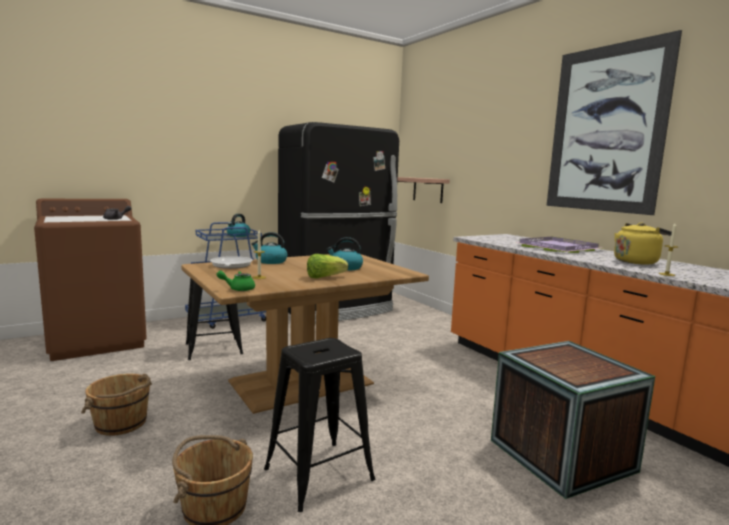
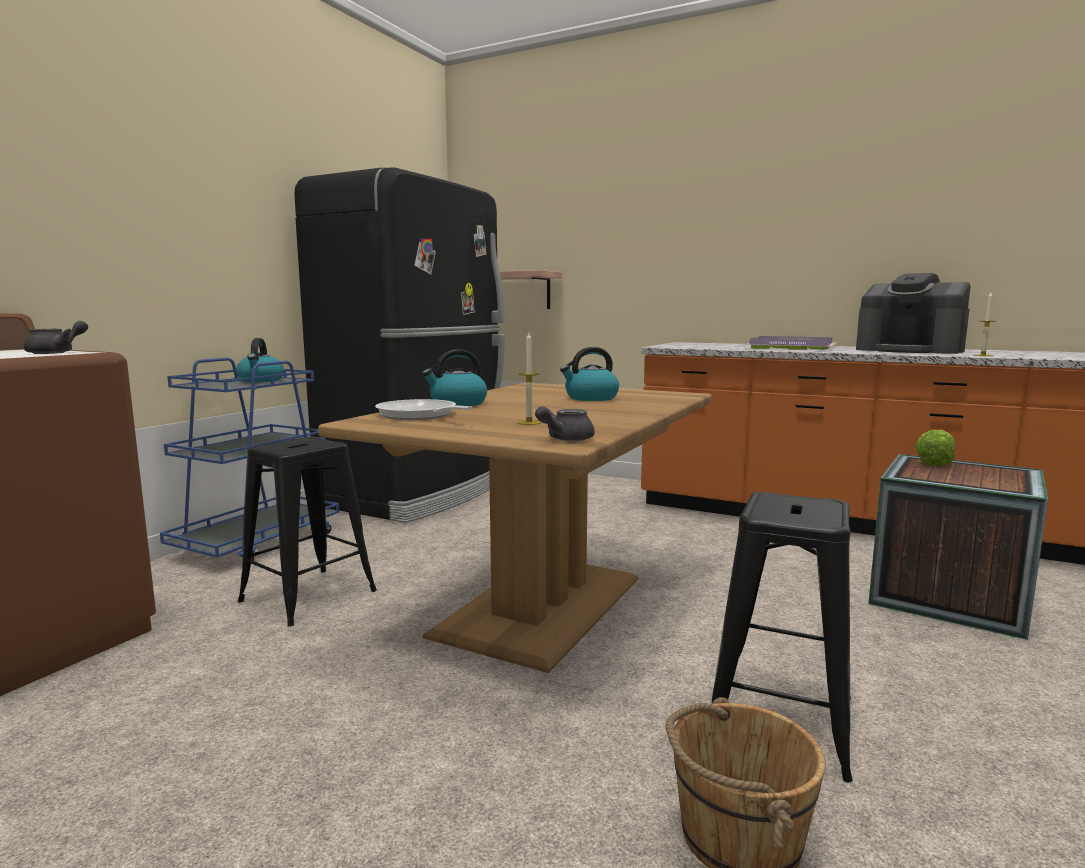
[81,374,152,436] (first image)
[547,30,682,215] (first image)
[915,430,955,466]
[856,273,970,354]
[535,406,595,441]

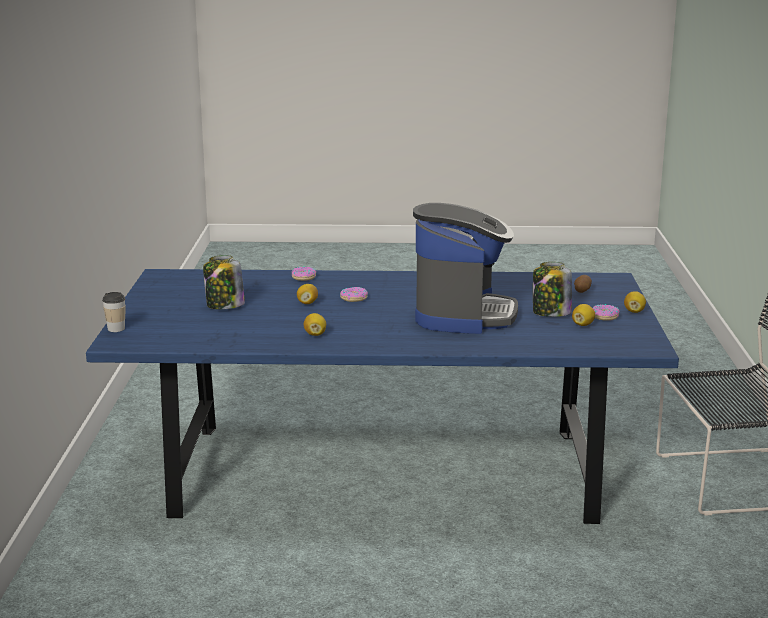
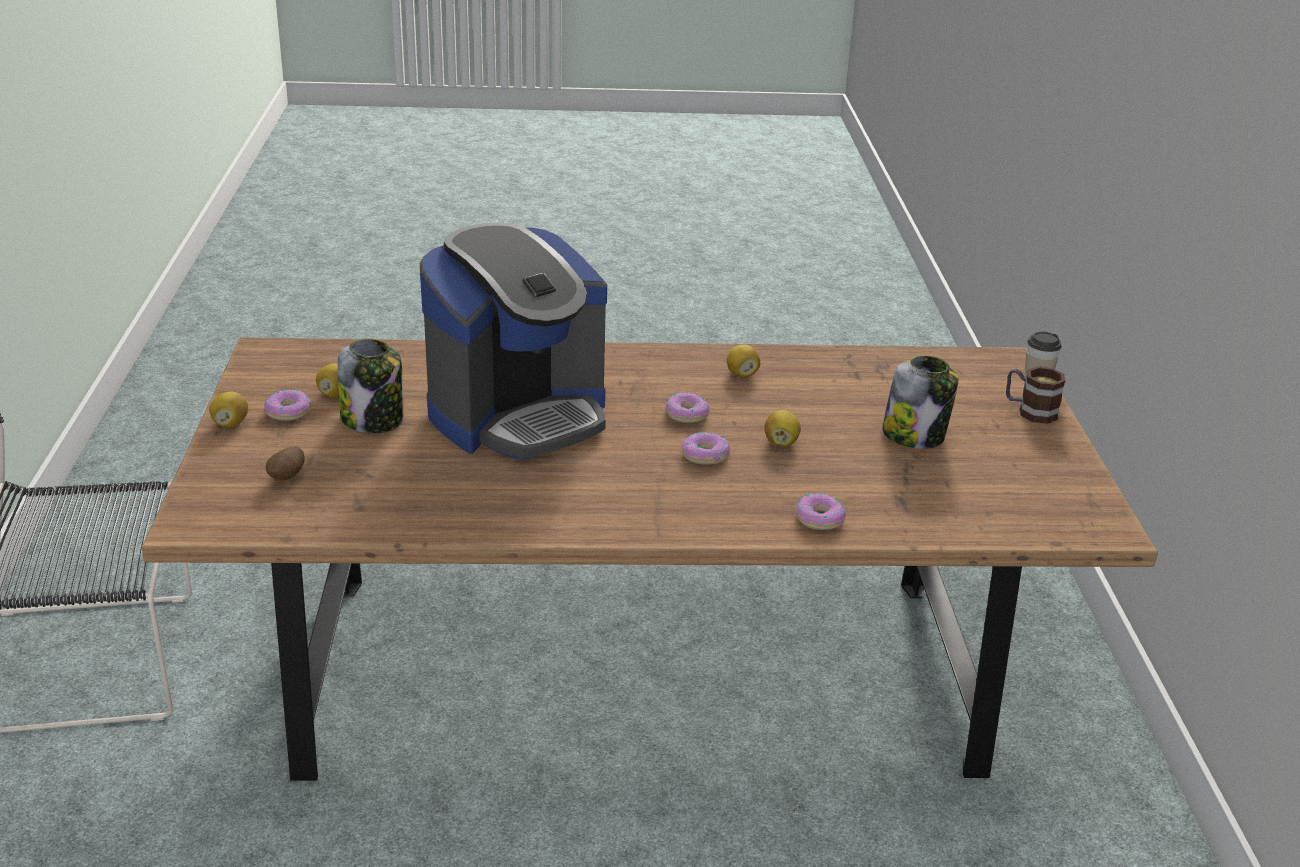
[665,392,710,423]
[1006,366,1066,424]
[142,337,1158,780]
[420,223,607,460]

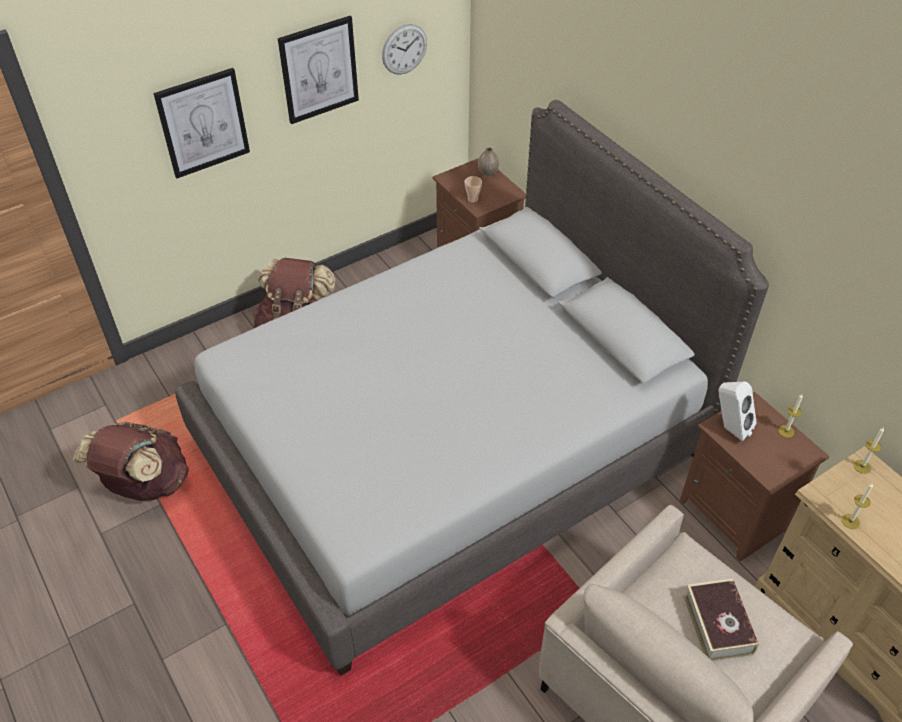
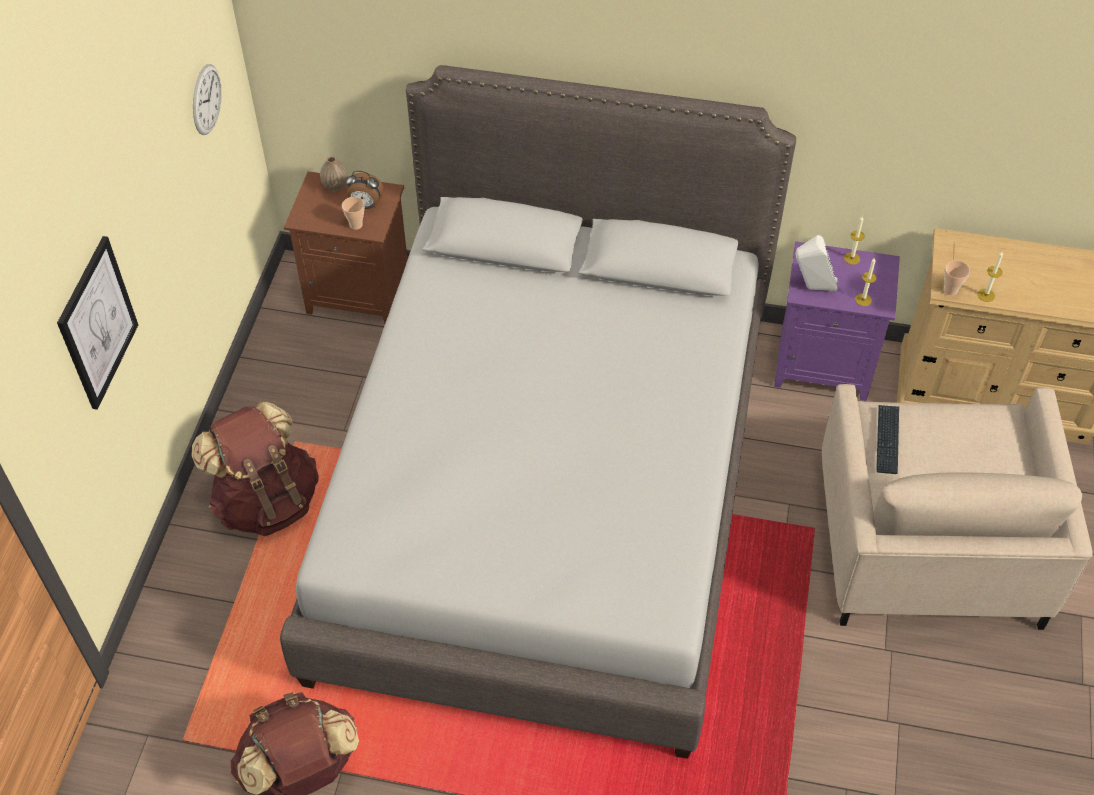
[278,16,359,124] (first image)
[683,578,759,661] (first image)
[345,171,384,209]
[876,405,899,474]
[944,260,970,295]
[855,257,877,306]
[774,241,900,401]

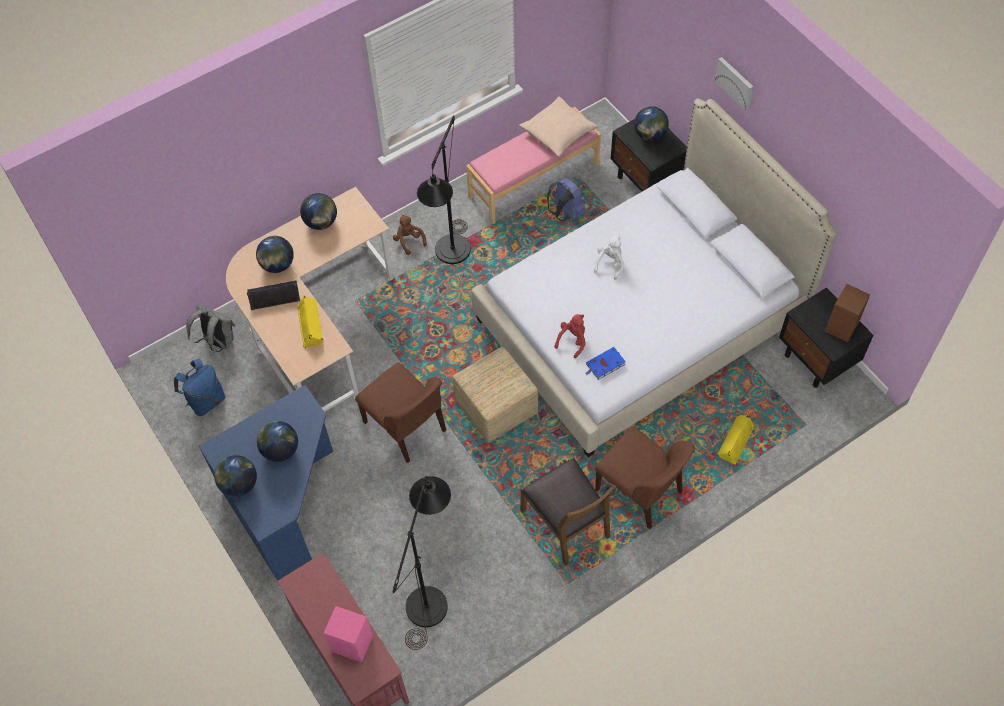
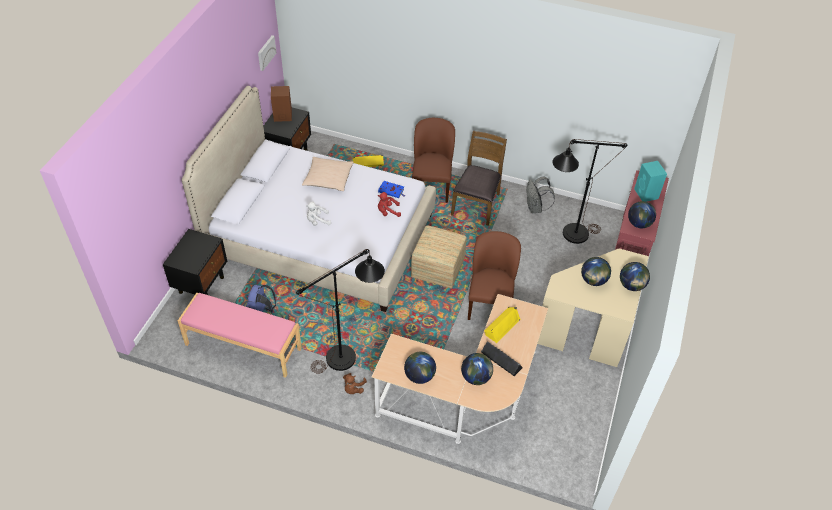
[174,359,225,416] (first image)
[526,177,555,213]
[302,157,354,191]
[628,201,656,228]
[258,35,276,71]
[537,249,649,367]
[634,161,667,202]

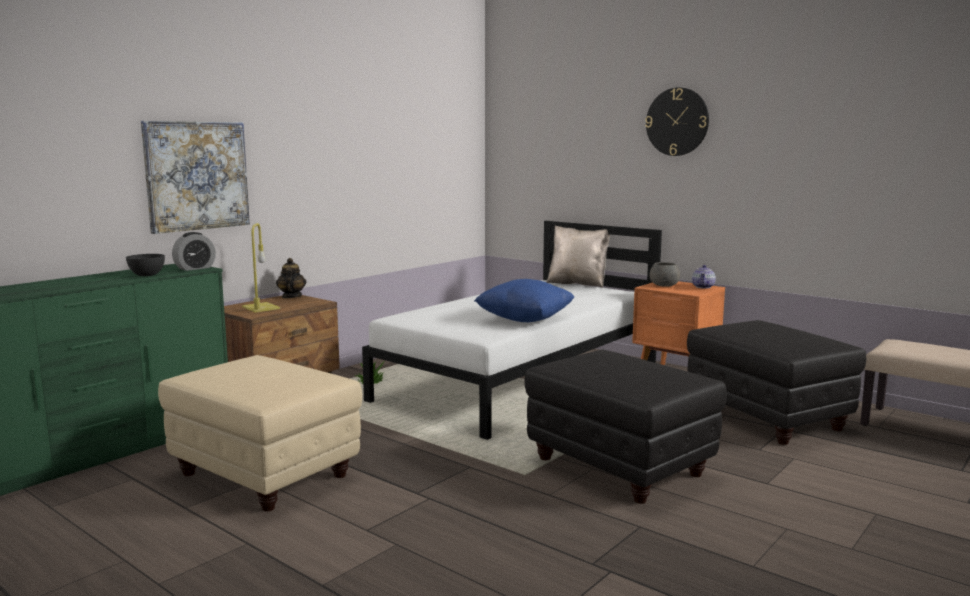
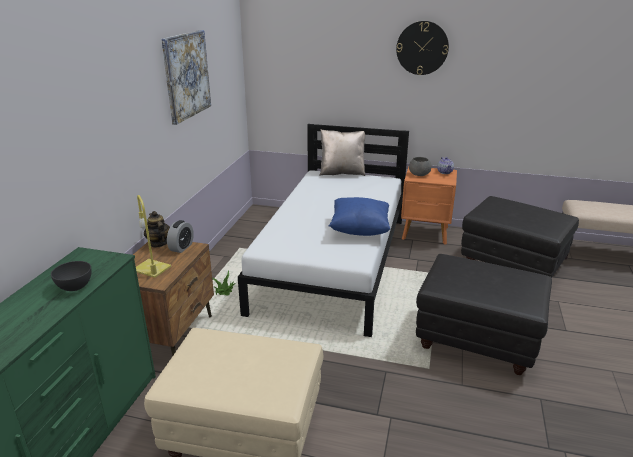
[161,30,211,125]
[167,220,194,253]

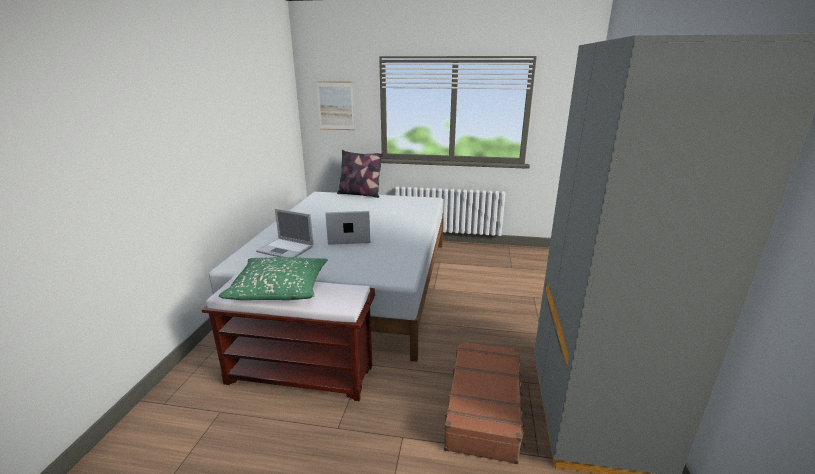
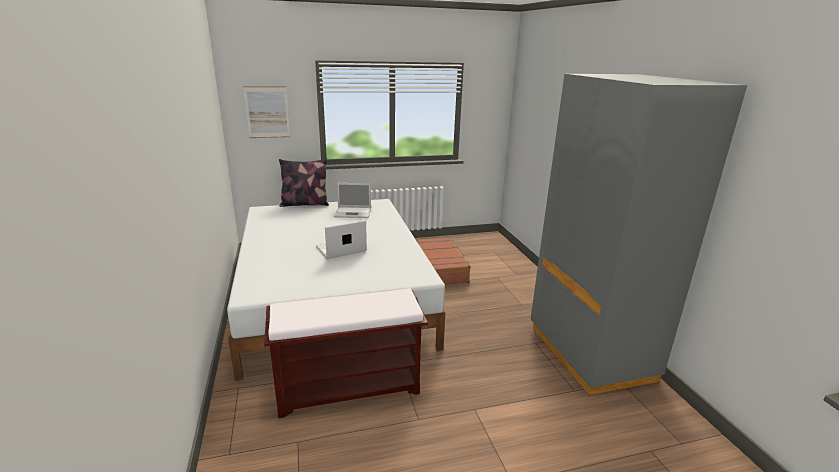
[219,257,328,300] (first image)
[334,183,371,218]
[416,237,471,285]

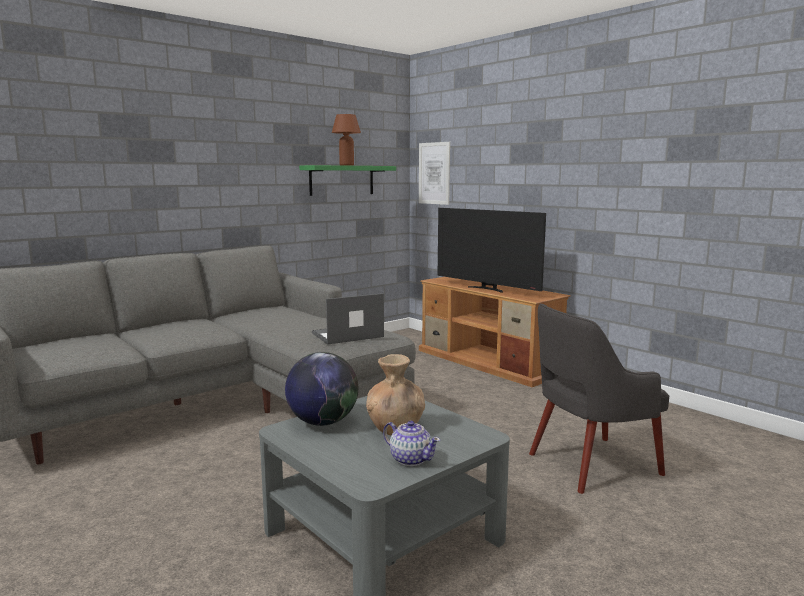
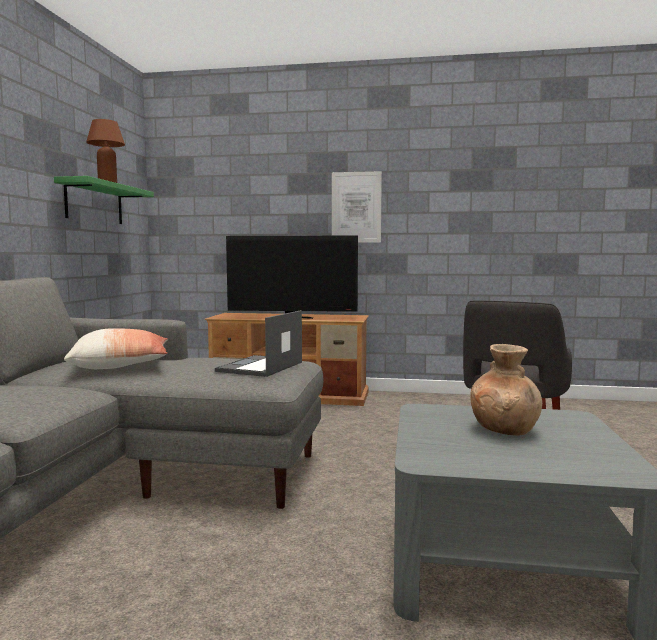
[285,352,358,426] (first image)
[383,421,440,466] (first image)
[64,328,168,369]
[332,171,382,243]

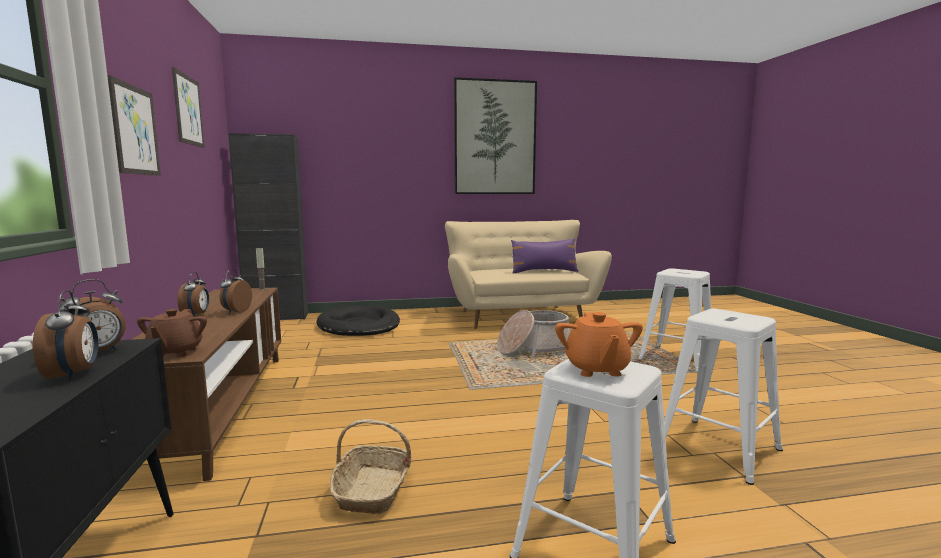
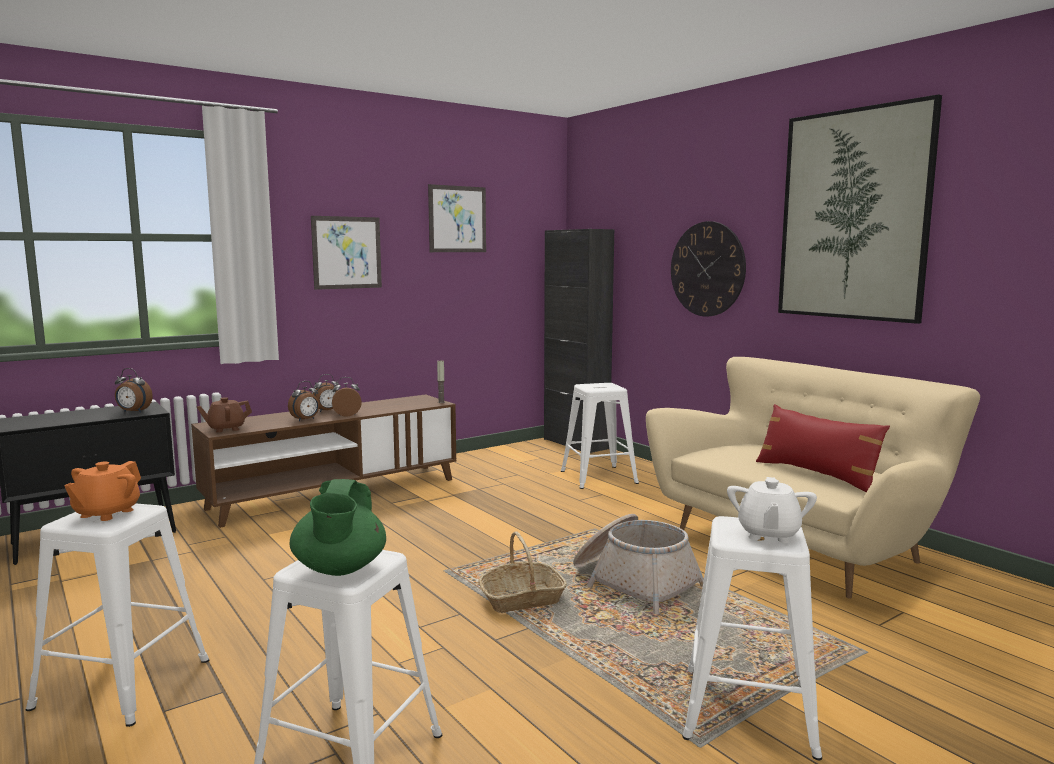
[290,479,386,576]
[671,221,746,317]
[727,477,817,543]
[288,381,319,421]
[478,531,567,613]
[561,383,639,489]
[756,404,890,492]
[64,461,141,521]

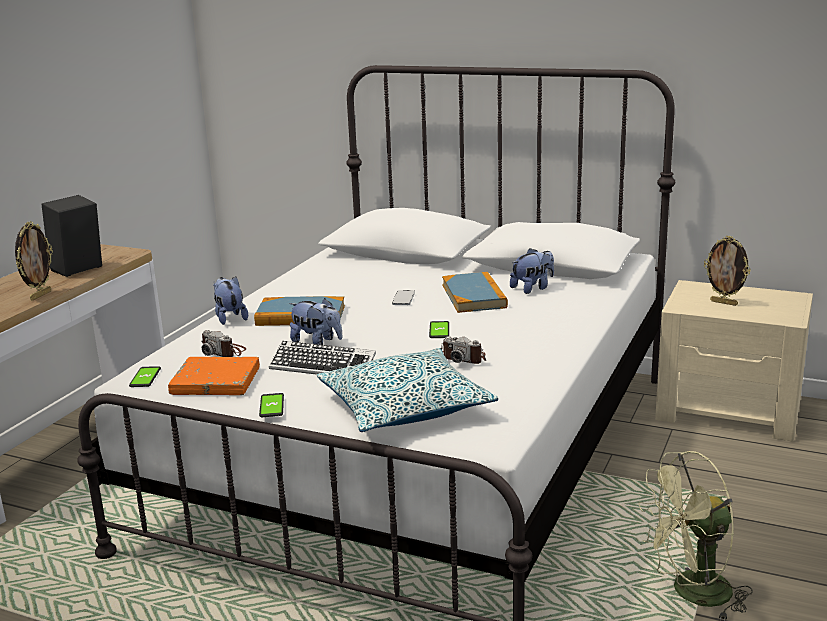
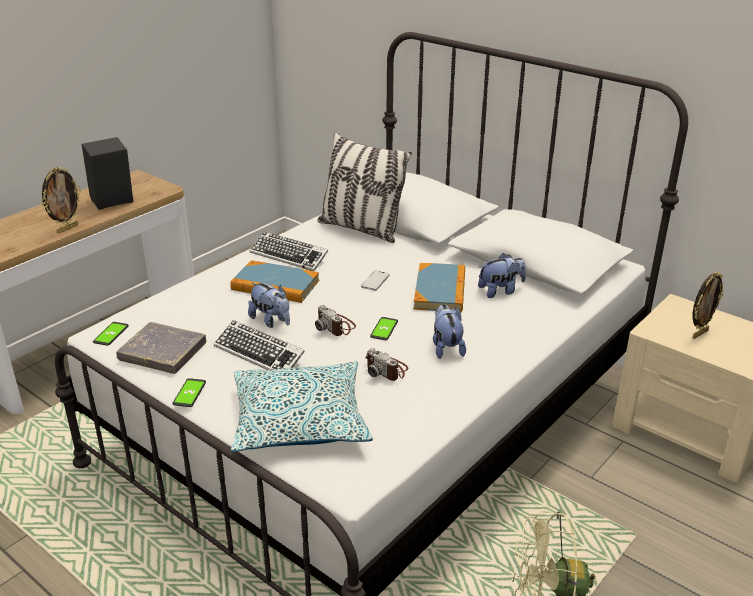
[250,232,328,271]
[317,133,412,243]
[315,305,356,336]
[433,304,466,359]
[116,322,206,374]
[693,272,724,339]

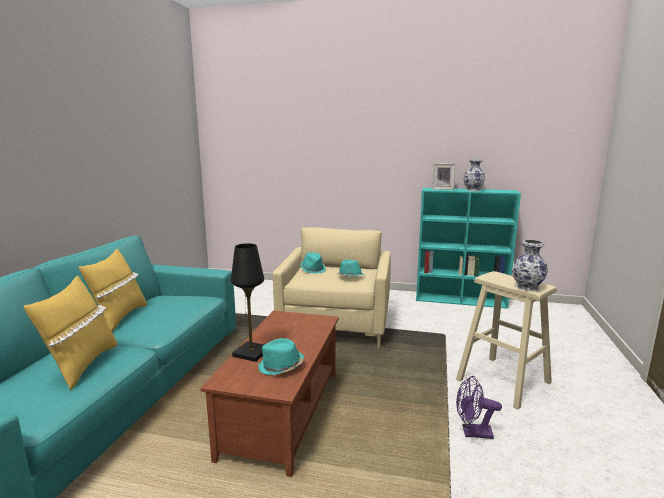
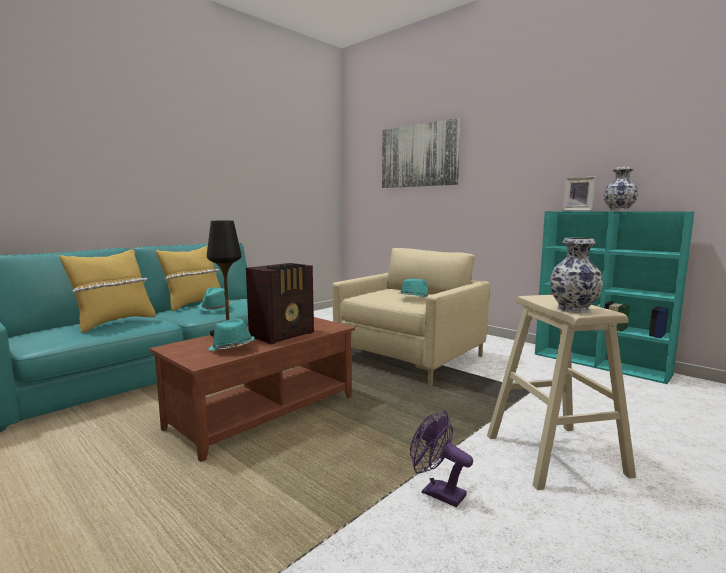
[246,263,314,345]
[382,118,460,188]
[198,287,232,312]

